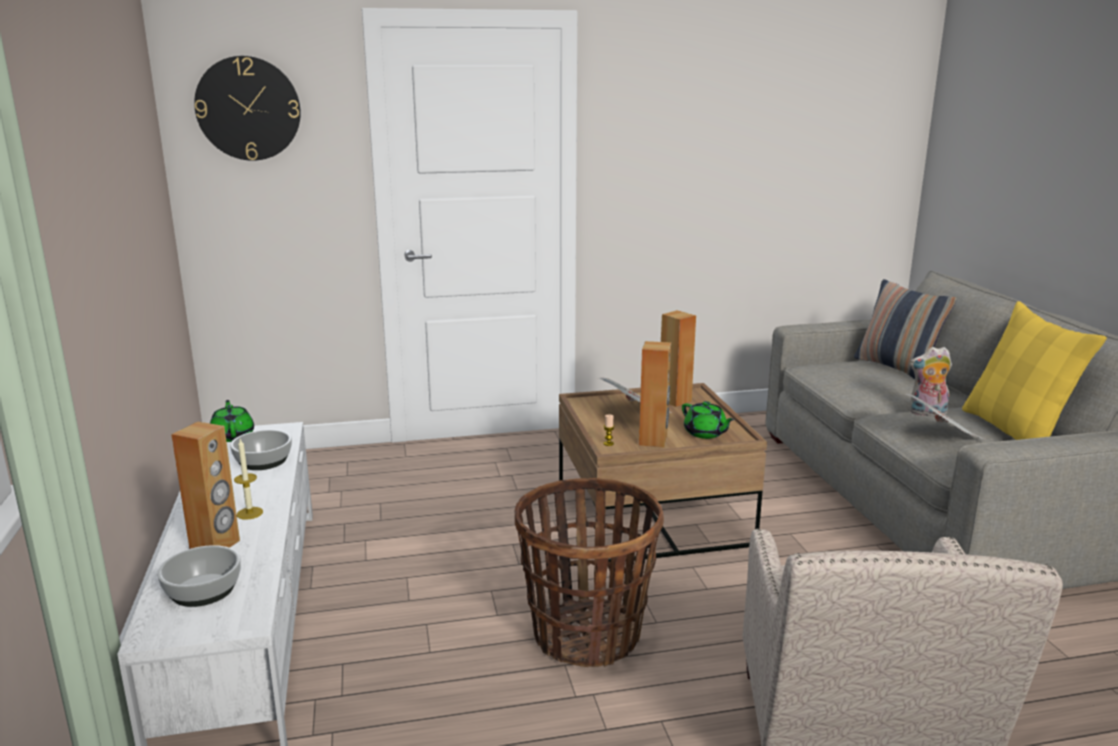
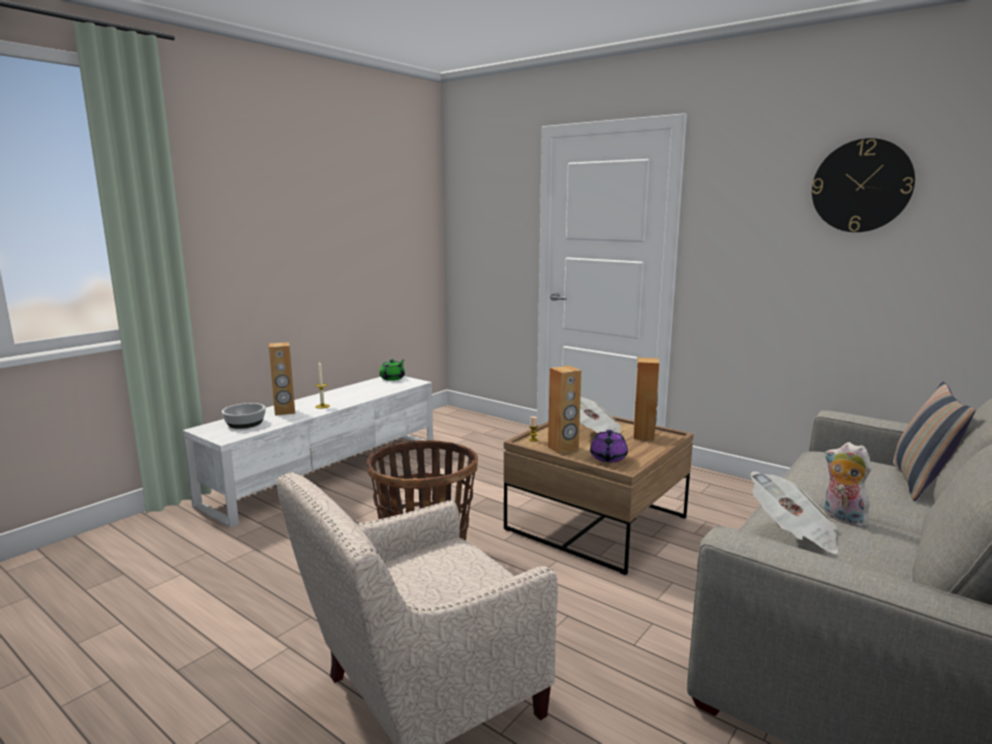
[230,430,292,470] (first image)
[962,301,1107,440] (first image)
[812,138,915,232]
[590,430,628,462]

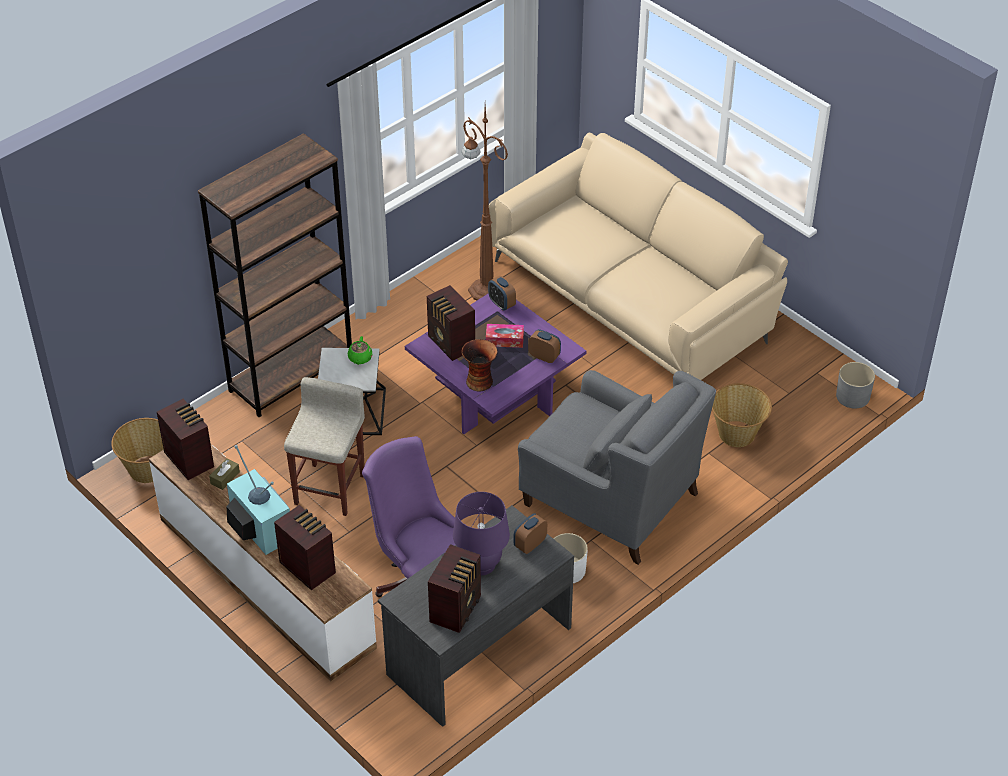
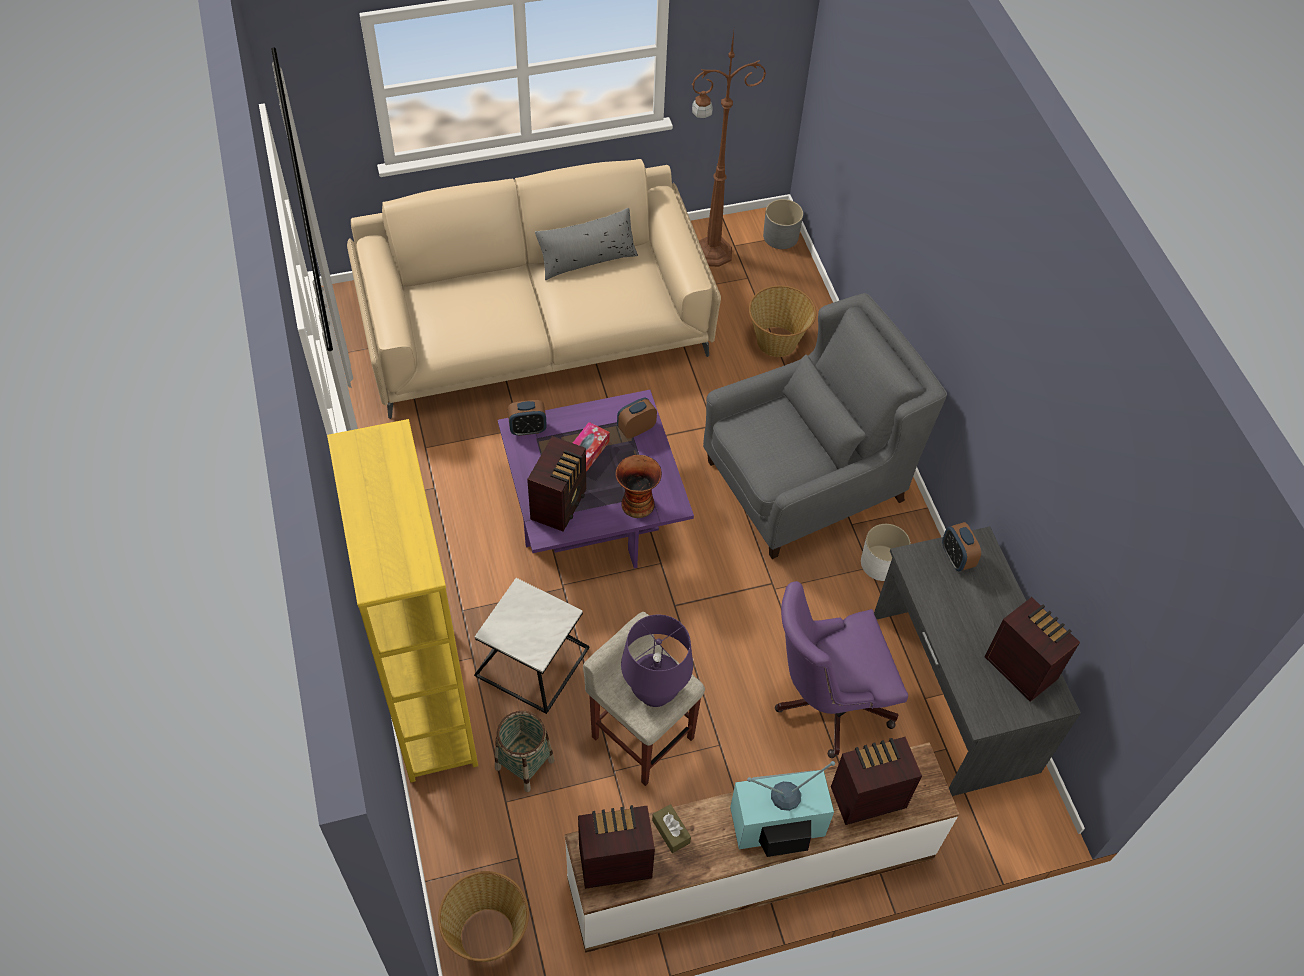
[348,336,373,365] (first image)
[495,711,554,792]
[535,208,638,280]
[621,615,693,707]
[692,32,766,267]
[327,419,478,783]
[527,436,586,531]

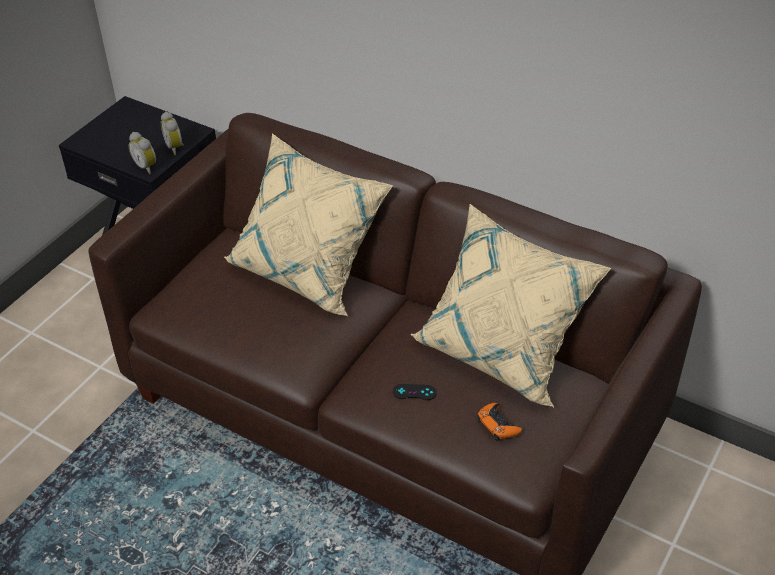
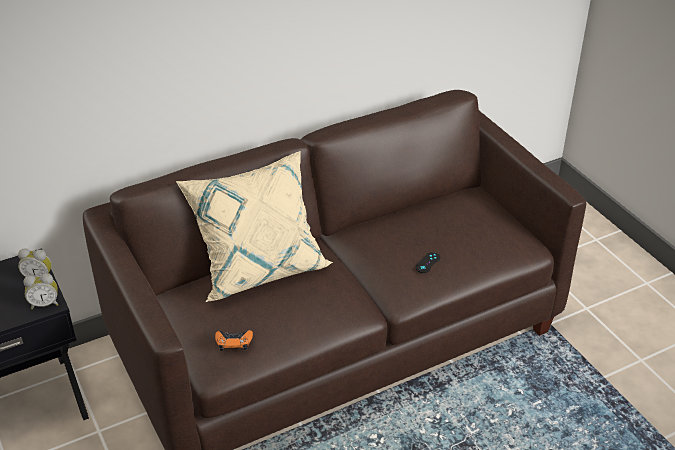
[411,204,611,407] (first image)
[215,330,253,351]

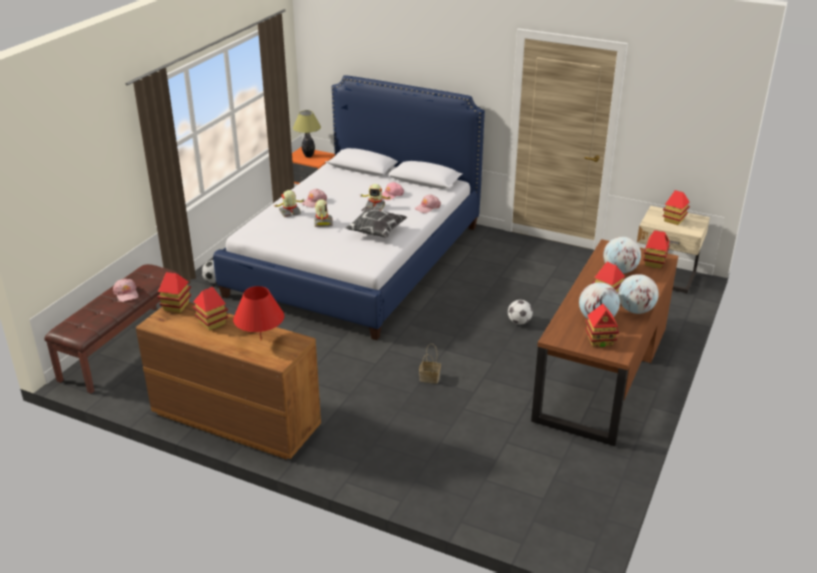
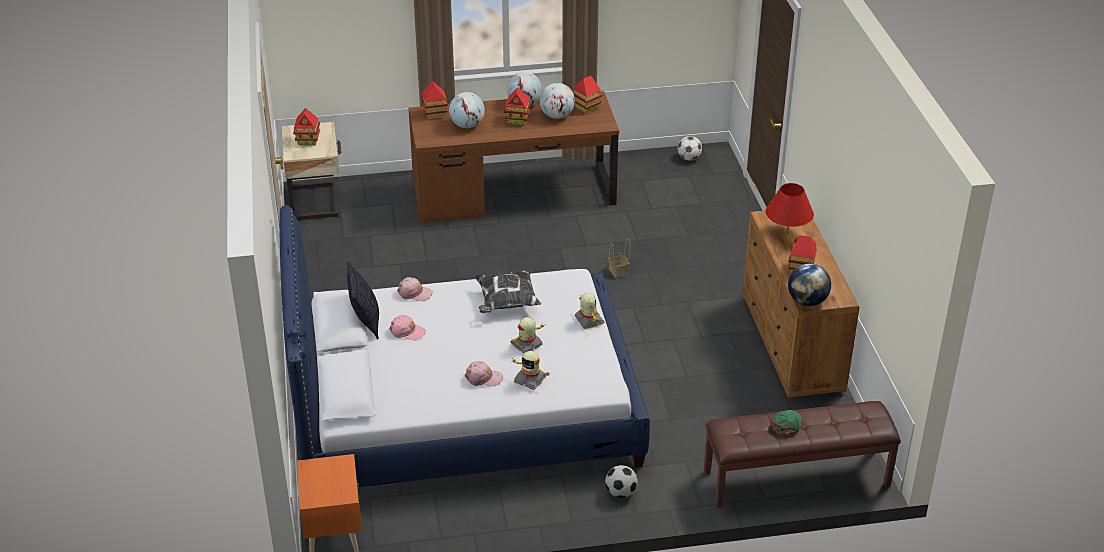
[293,110,321,158] (first image)
[347,261,379,339]
[575,293,605,329]
[678,136,702,161]
[788,263,831,306]
[771,410,802,435]

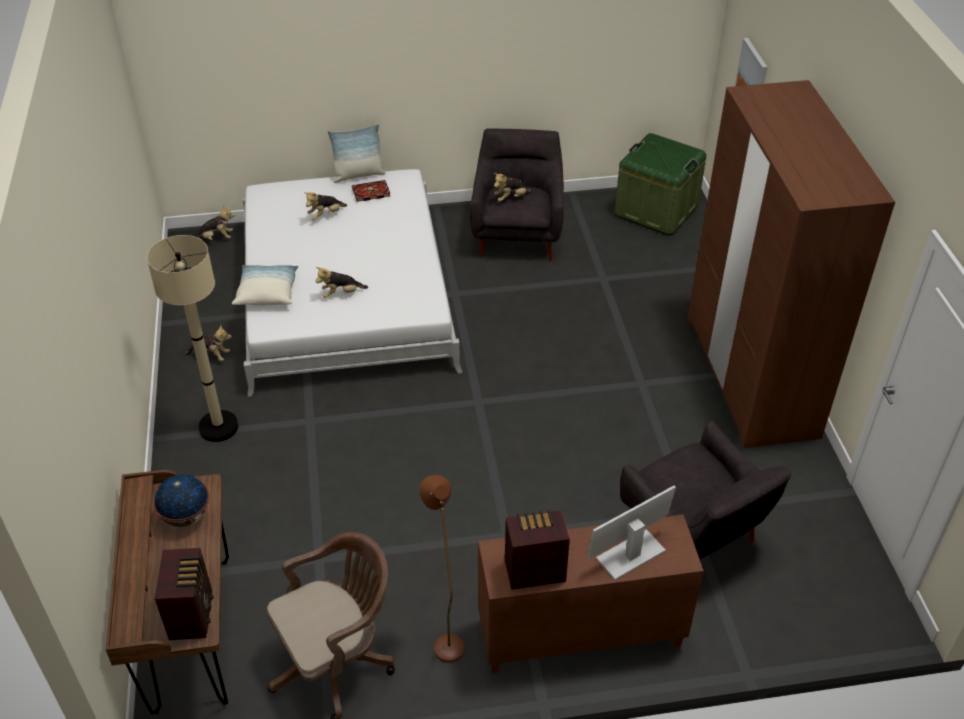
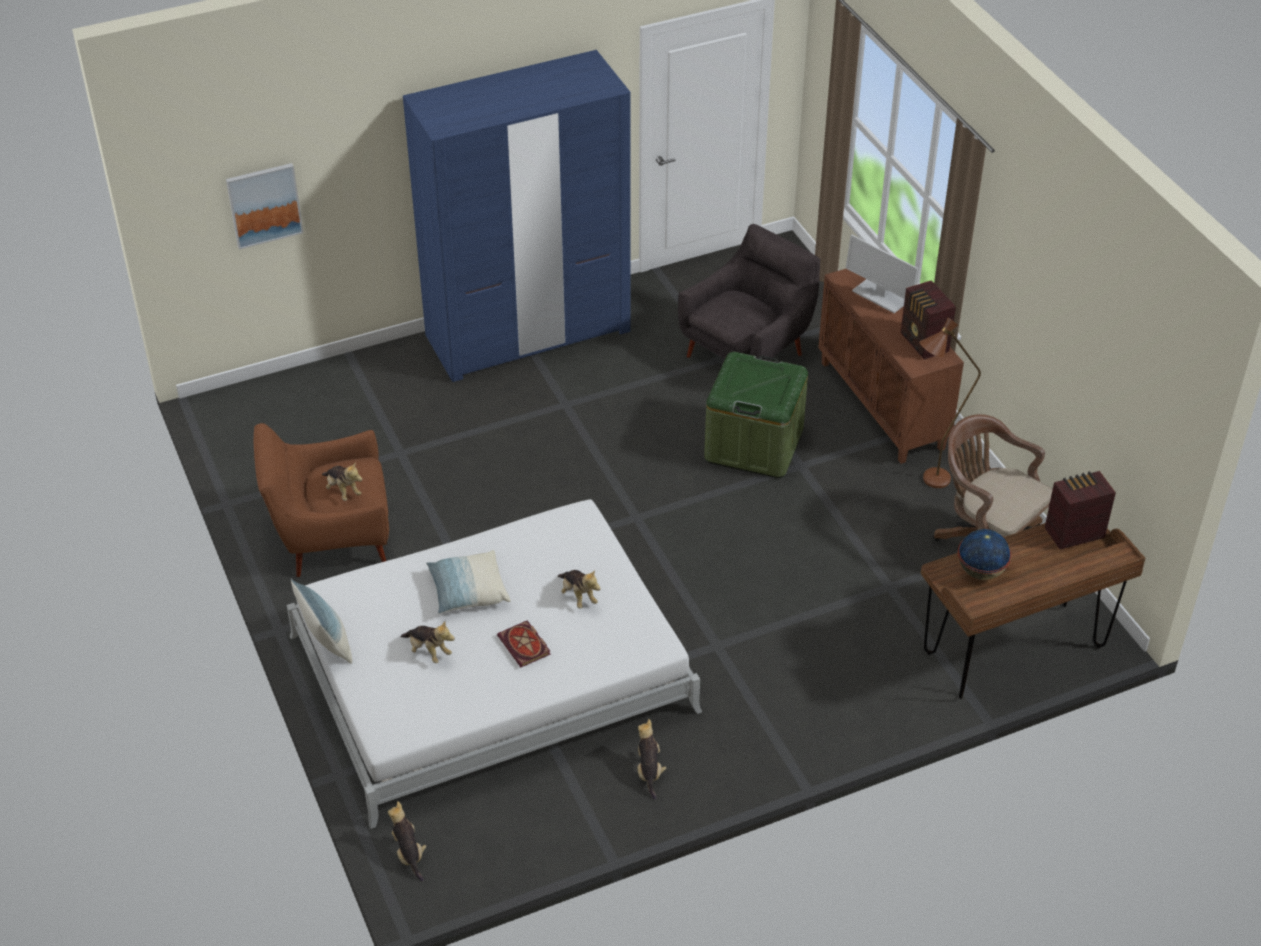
[147,235,238,442] (first image)
[426,550,511,614]
[497,620,550,667]
[704,352,808,478]
[254,423,389,577]
[403,50,630,382]

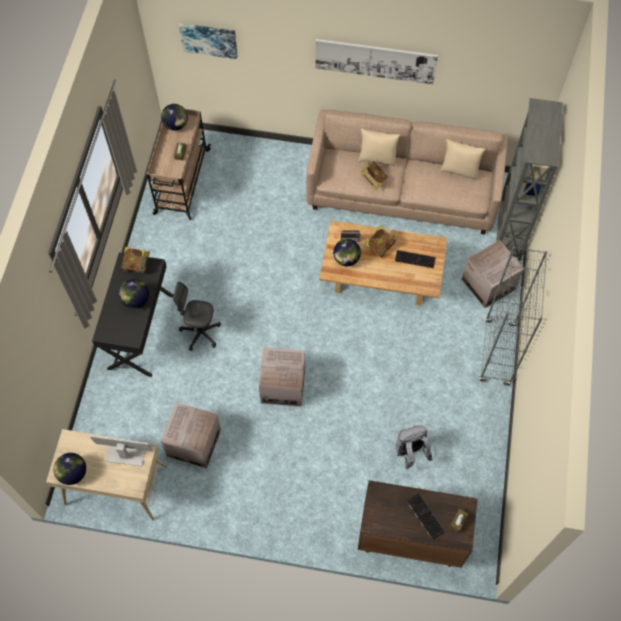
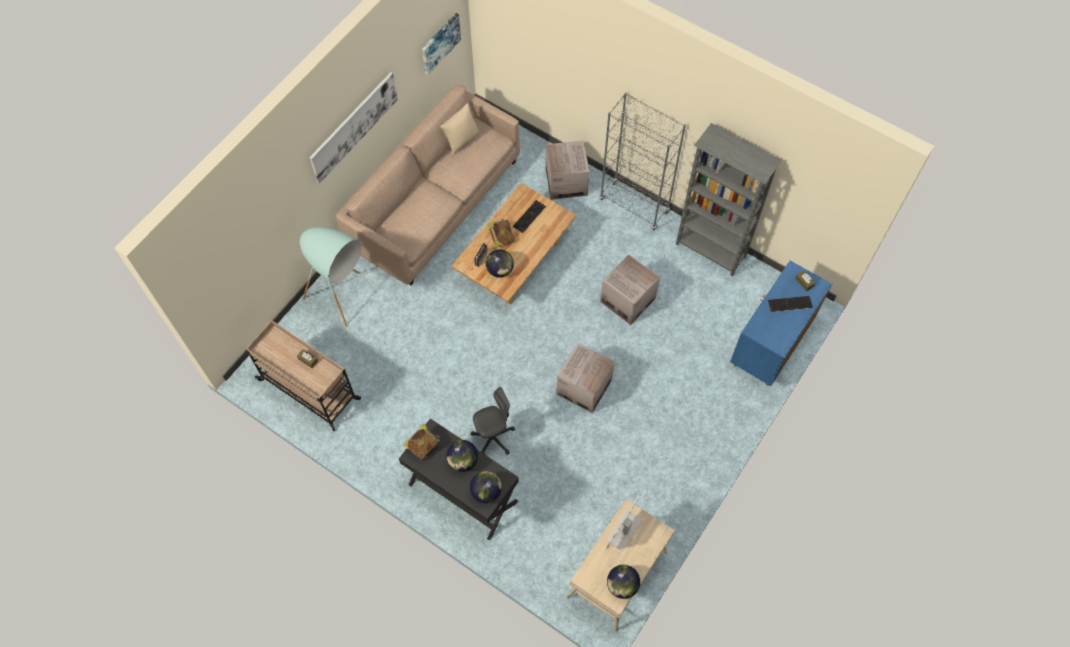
[358,129,400,167] (first image)
[360,161,388,190] (first image)
[395,425,432,469] (first image)
[300,227,362,327]
[470,471,502,503]
[600,254,660,325]
[422,13,461,75]
[676,123,782,277]
[730,261,832,386]
[471,387,515,455]

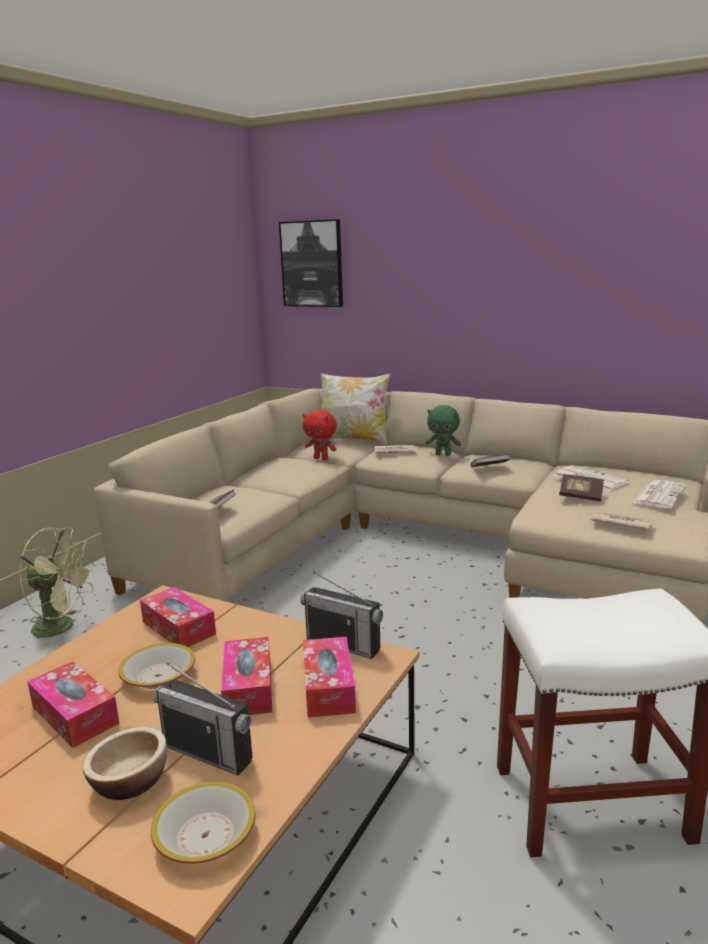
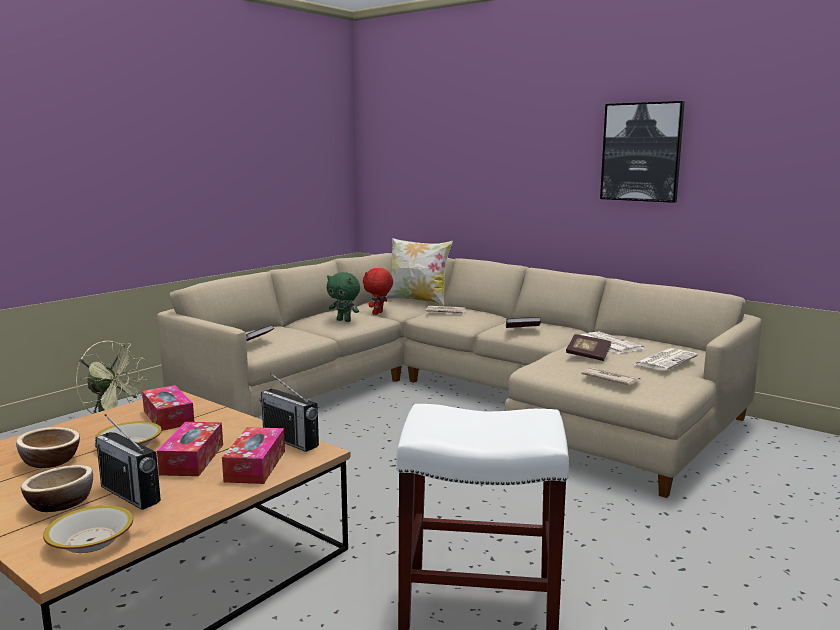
[600,101,685,203]
[327,272,360,322]
[16,427,80,468]
[363,268,393,315]

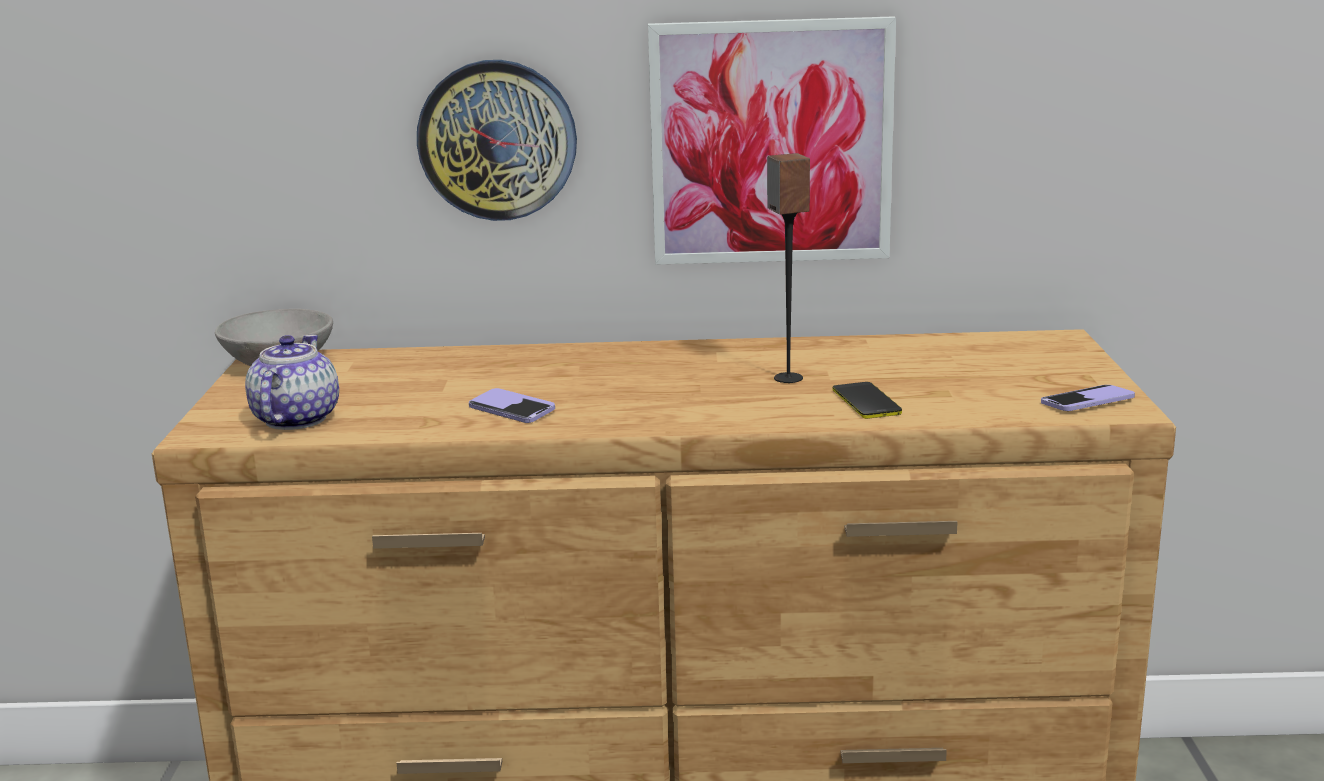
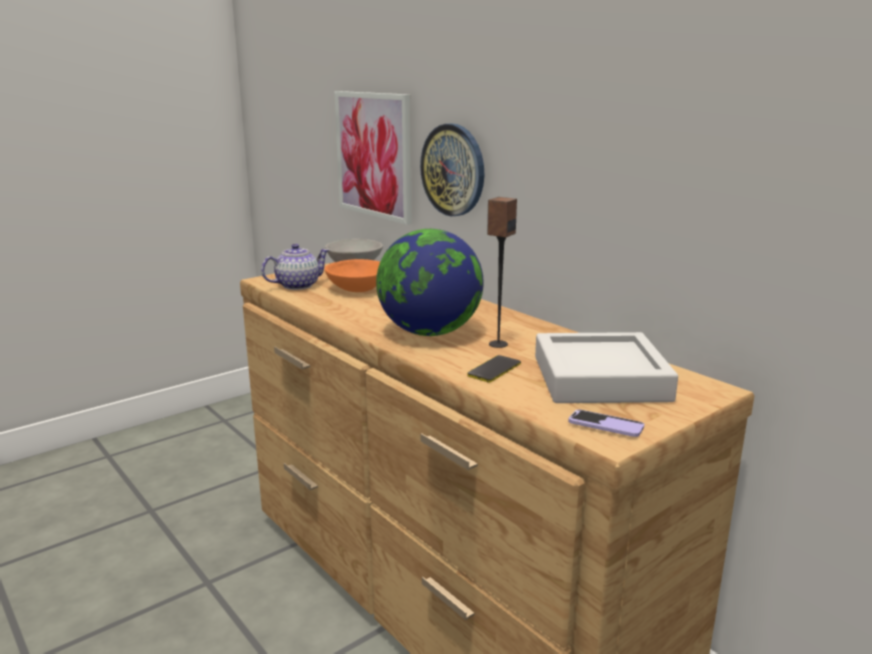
[469,388,555,423] (first image)
[325,259,380,292]
[376,229,484,336]
[535,332,678,403]
[335,91,412,225]

